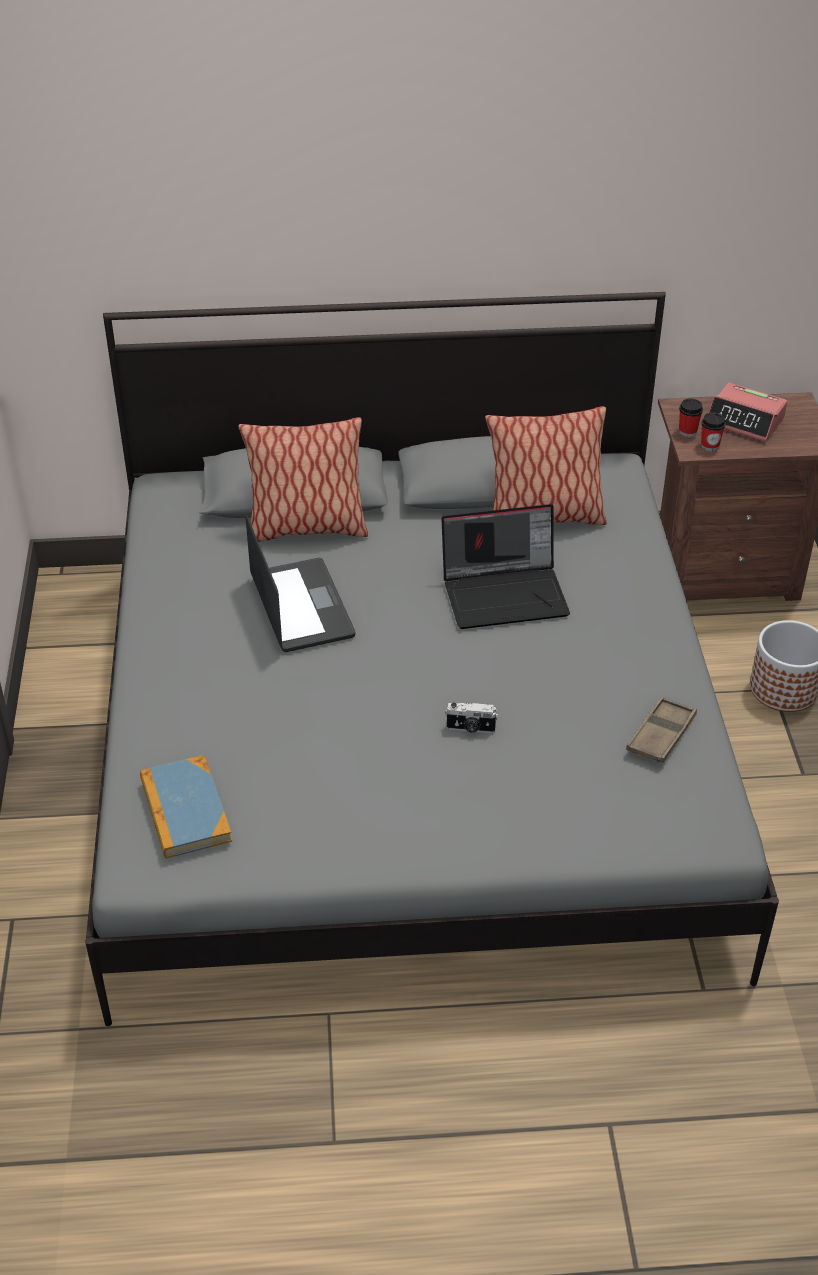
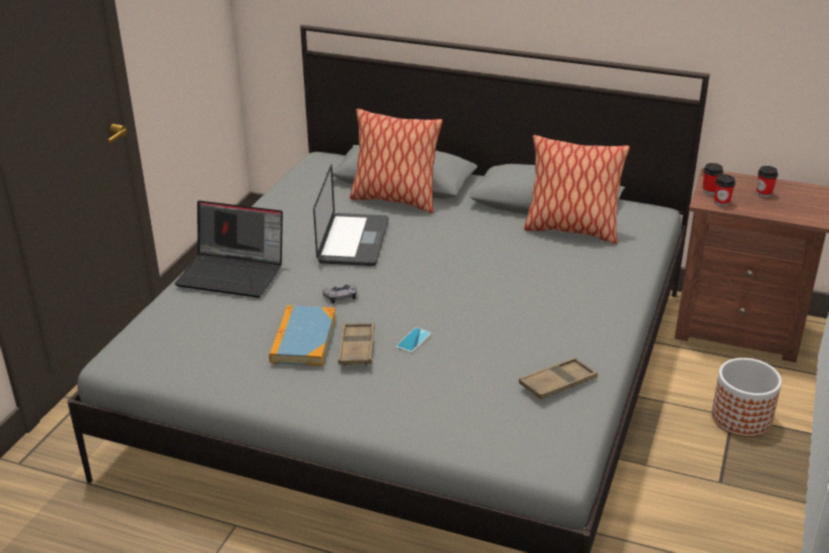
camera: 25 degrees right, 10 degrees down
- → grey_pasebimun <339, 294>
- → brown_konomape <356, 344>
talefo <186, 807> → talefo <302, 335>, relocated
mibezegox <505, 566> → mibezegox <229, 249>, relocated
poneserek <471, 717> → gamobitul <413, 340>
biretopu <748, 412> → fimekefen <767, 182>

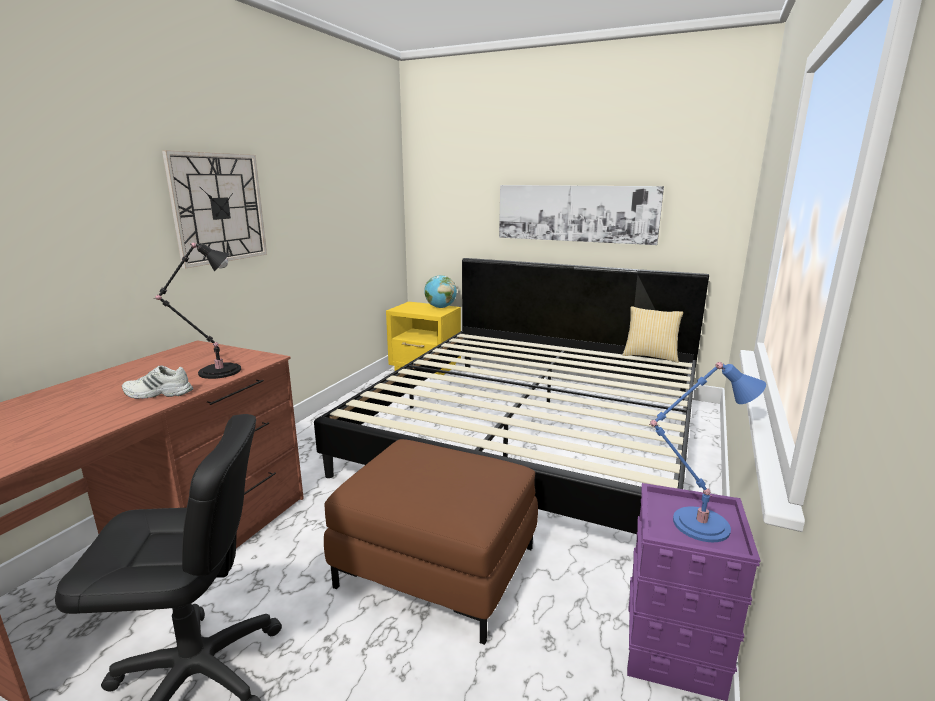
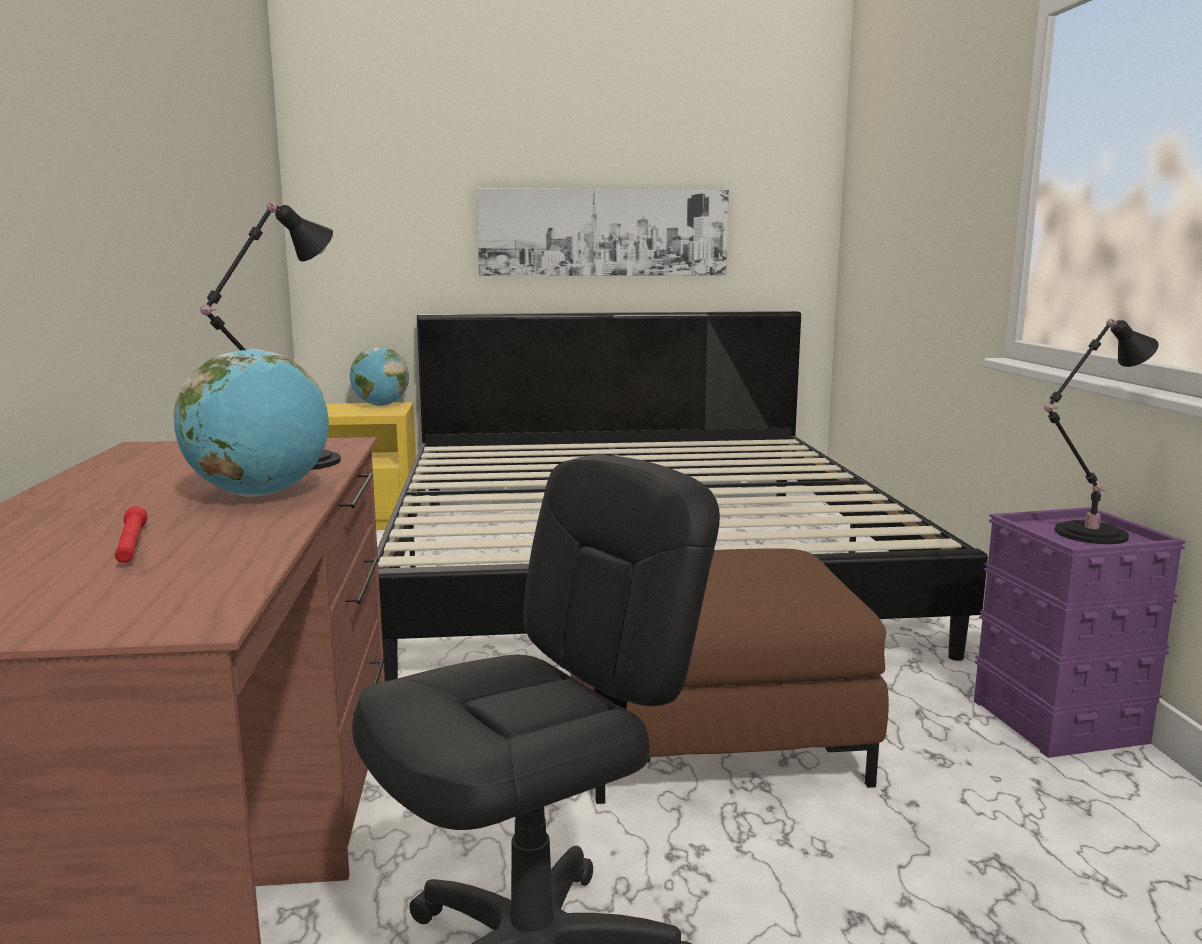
camera: 30 degrees left, 5 degrees down
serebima <214, 209> → -
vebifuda <653, 334> → -
- → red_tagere <131, 534>
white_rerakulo <157, 382> → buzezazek <251, 423>
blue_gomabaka <707, 452> → black_gomabaka <1101, 431>

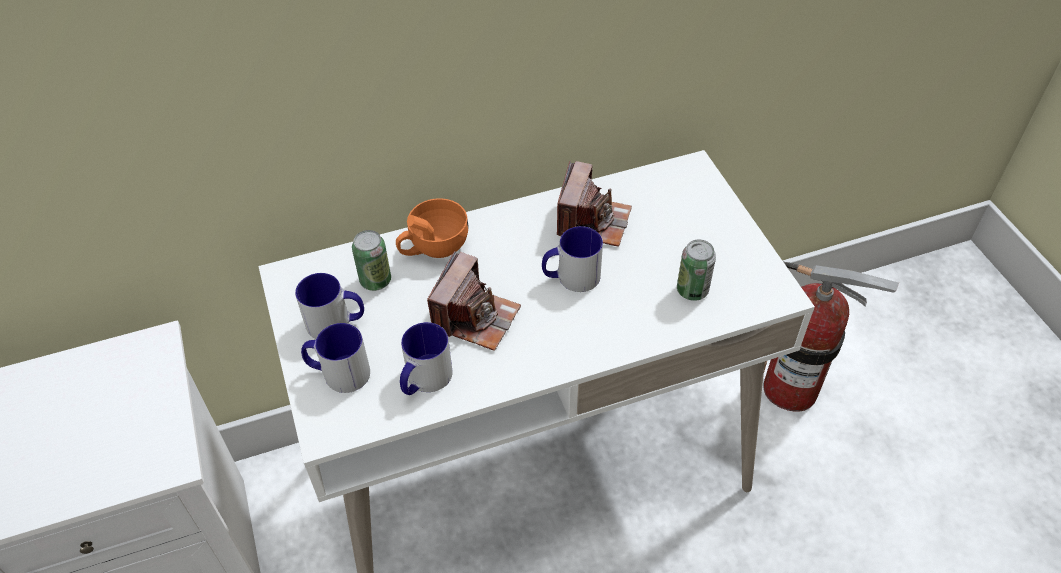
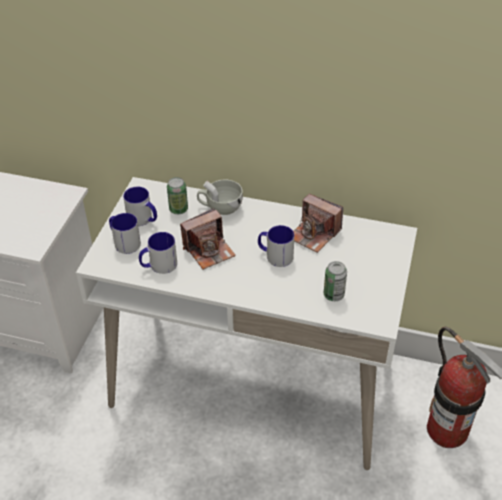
camera: 35 degrees right, 5 degrees down
orange_fimekefen <432, 228> → white_fimekefen <220, 197>
poneserek <594, 204> → poneserek <318, 223>, 75 degrees clockwise

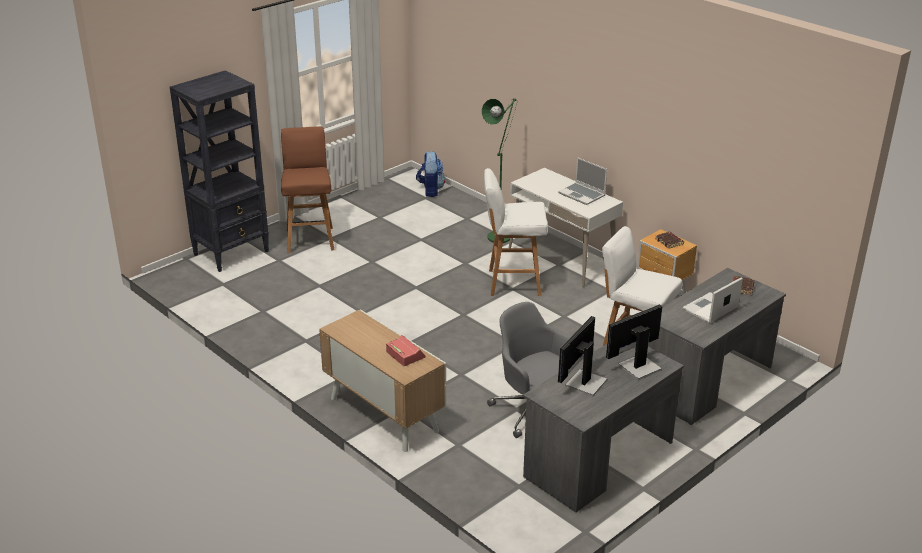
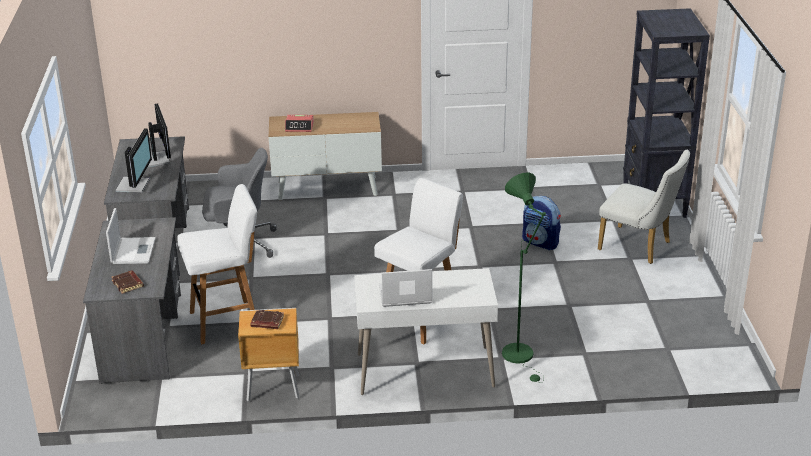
camera: 130 degrees right, 0 degrees up
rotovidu <430, 174> → rotovidu <541, 223>, relocated
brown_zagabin <307, 190> → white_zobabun <644, 207>

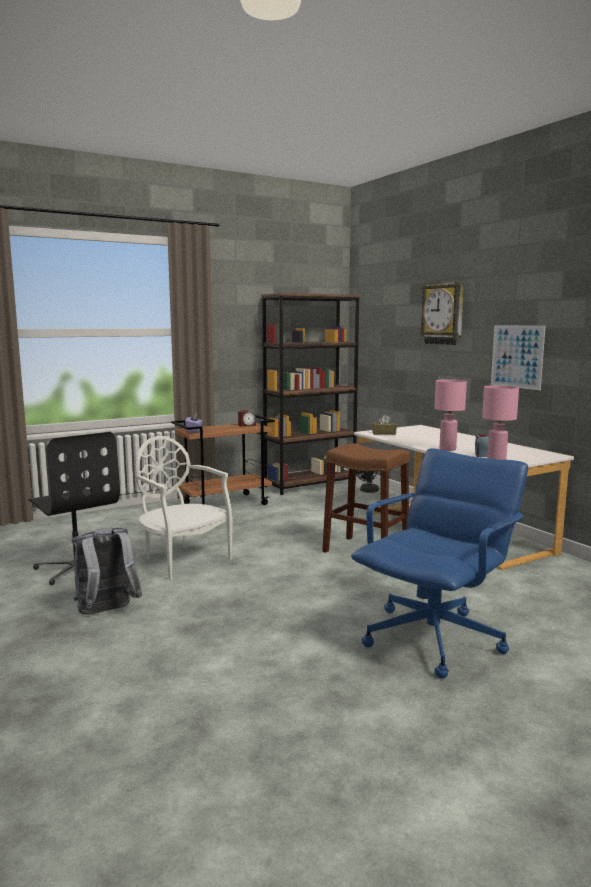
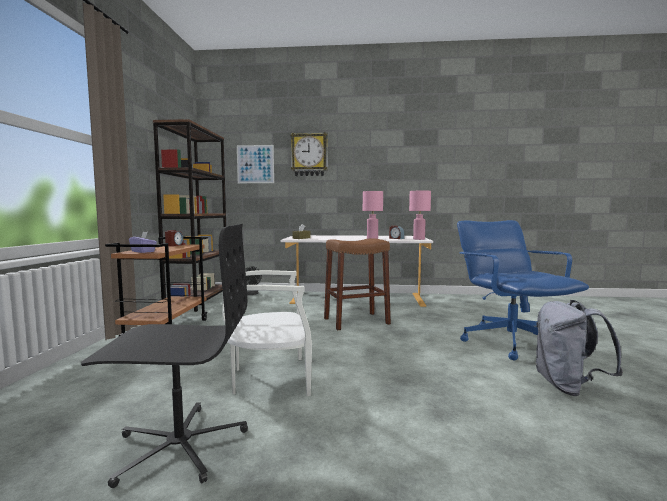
camera: 55 degrees left, 5 degrees down
grey_rotovidu <107, 571> → grey_rotovidu <579, 348>, relocated
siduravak <518, 357> → siduravak <255, 164>, relocated

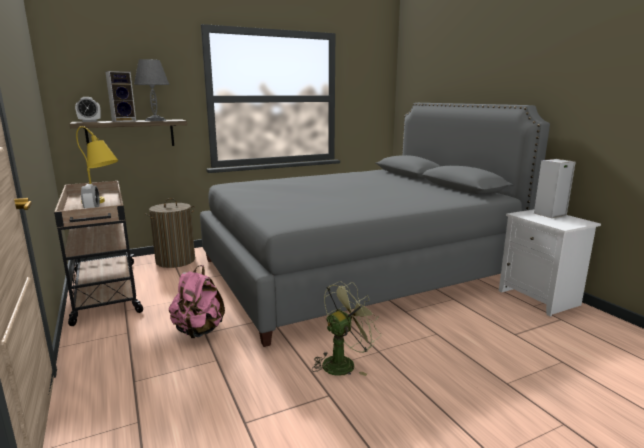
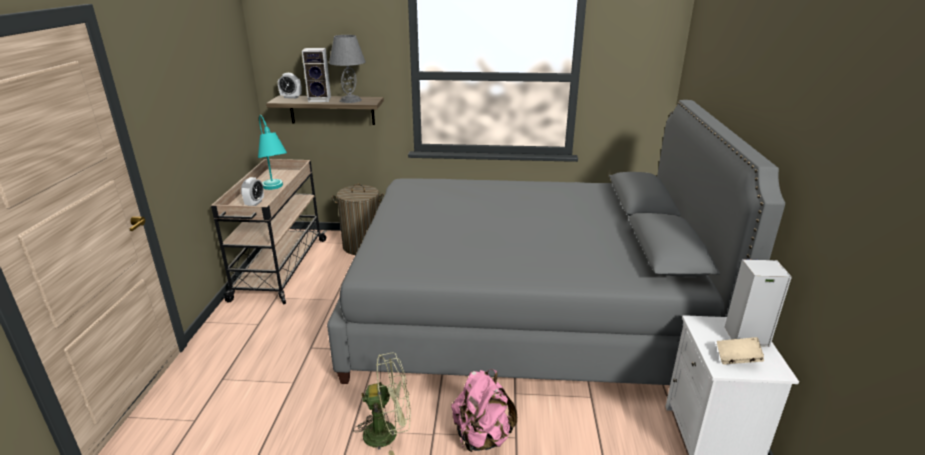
camera: 30 degrees right, 10 degrees up
- → beige_talefo <740, 351>
pink_rotovidu <197, 301> → pink_rotovidu <484, 410>, relocated
yellow_gomabaka <97, 164> → turquoise_gomabaka <272, 152>

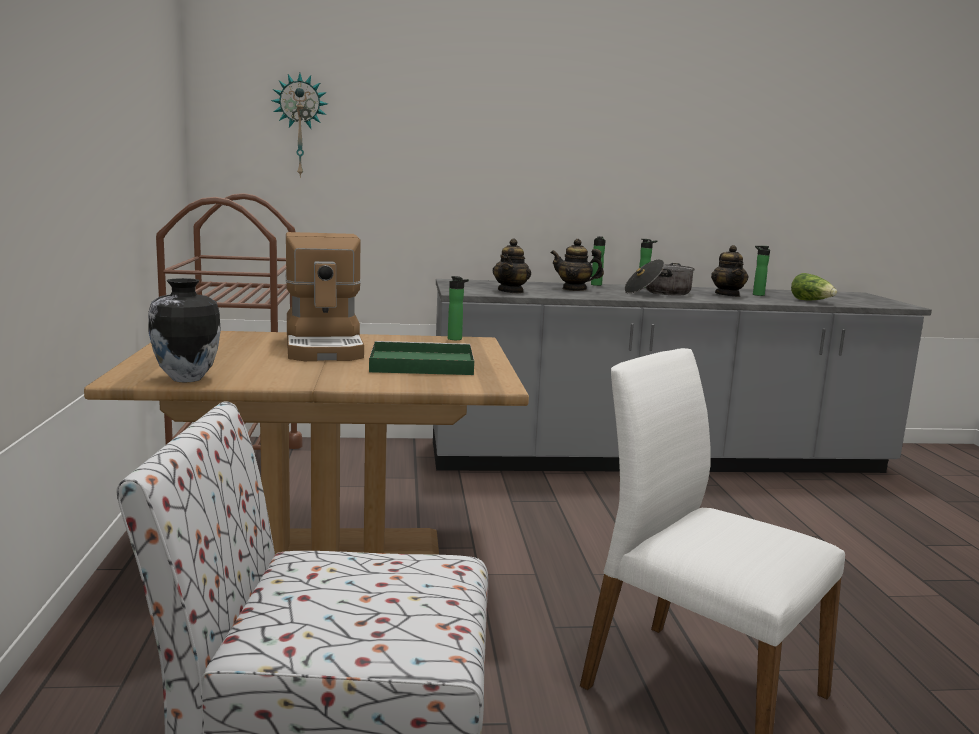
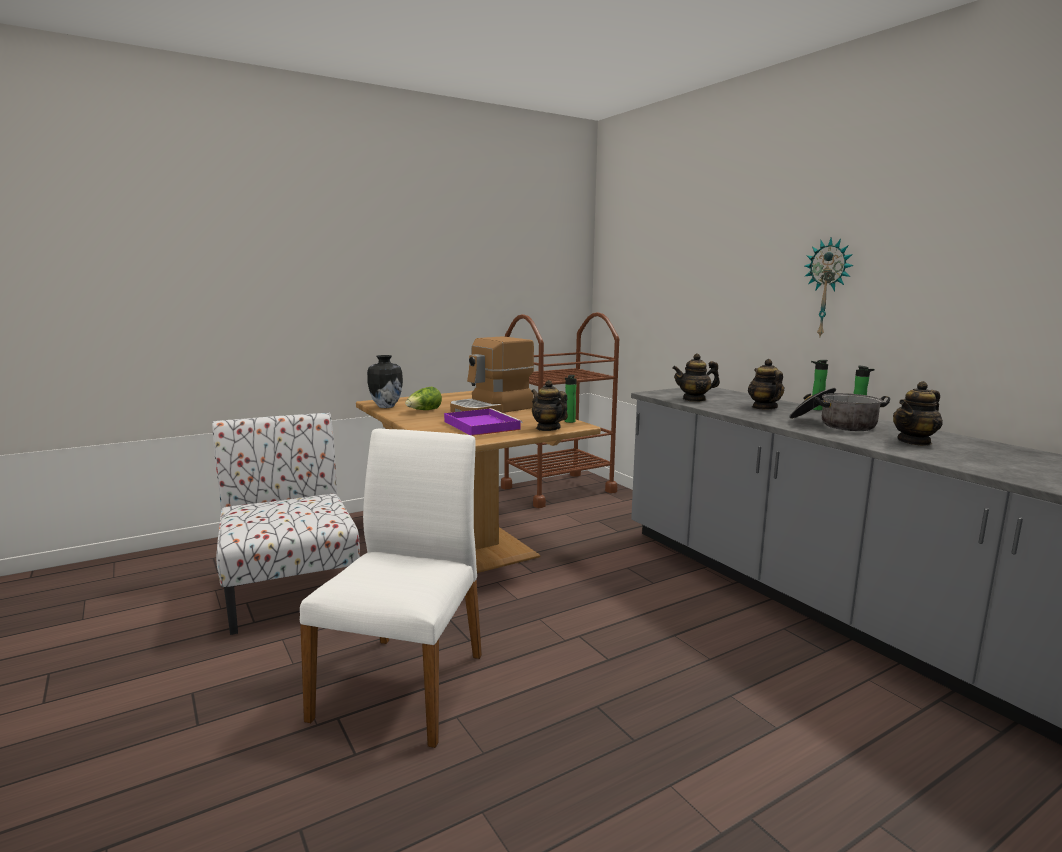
camera: 65 degrees right, 0 degrees up
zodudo <761, 271> → -
- → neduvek <549, 405>
serebima <299, 125> → serebima <829, 286>, relocated
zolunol <814, 287> → zolunol <423, 398>, relocated
green_konomape <421, 358> → purple_konomape <483, 422>

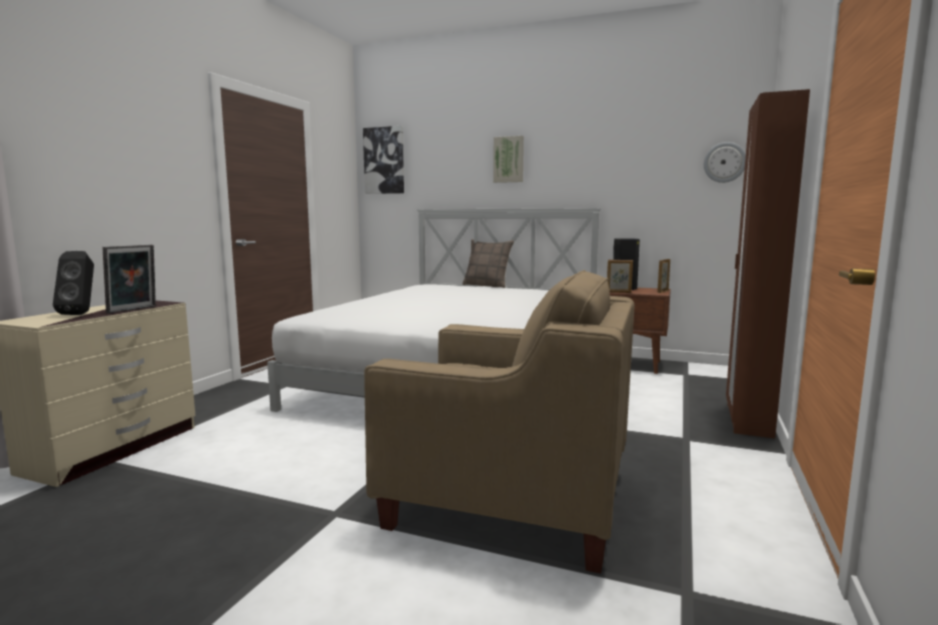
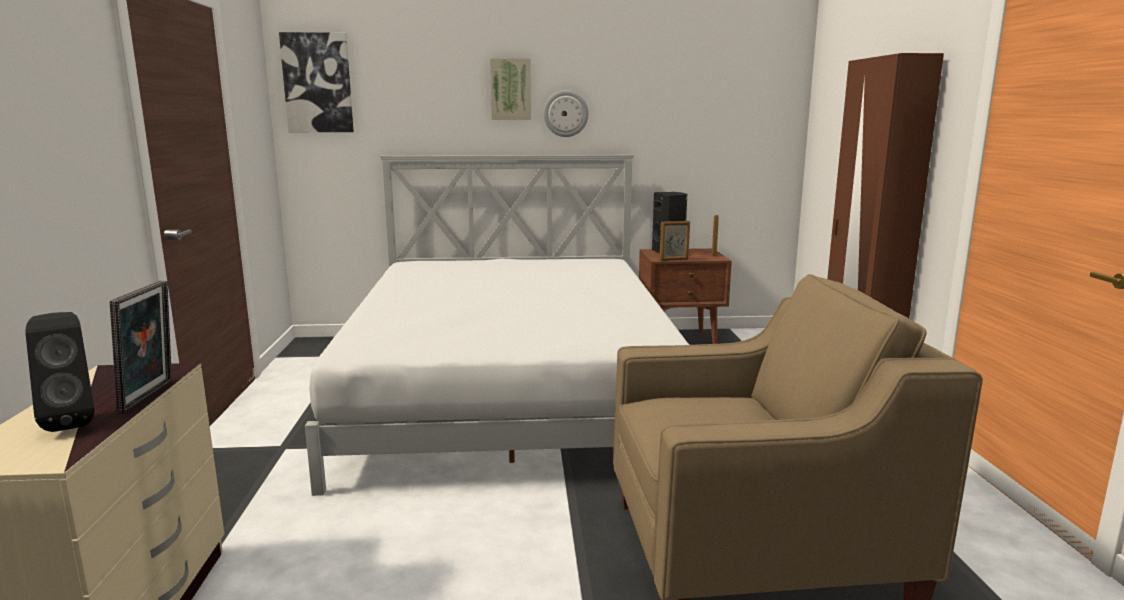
camera: 25 degrees left, 5 degrees up
vebifuda <488, 263> → -
serebima <725, 162> → serebima <566, 113>, relocated

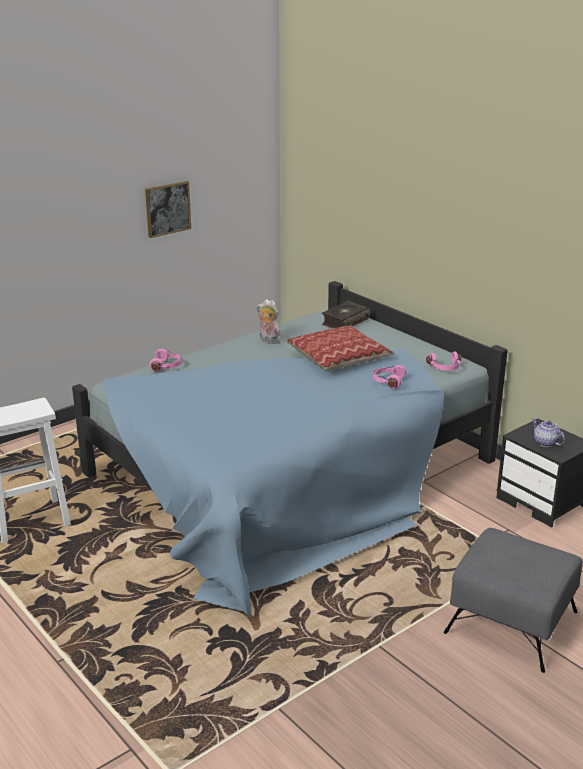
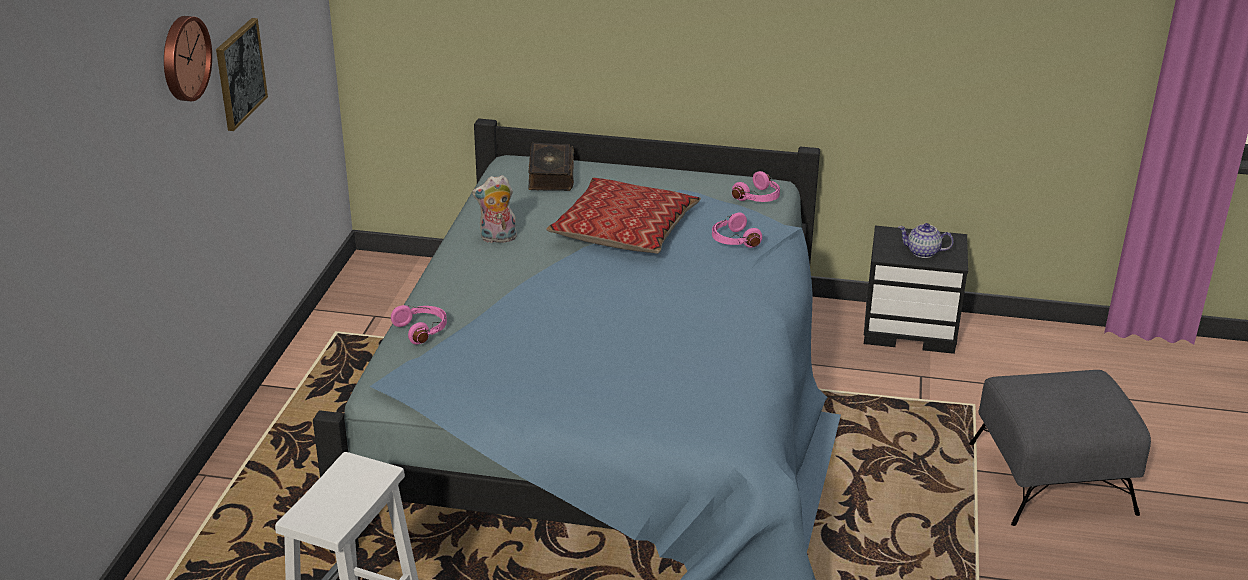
camera: 40 degrees left, 5 degrees up
- → serebima <188, 58>

